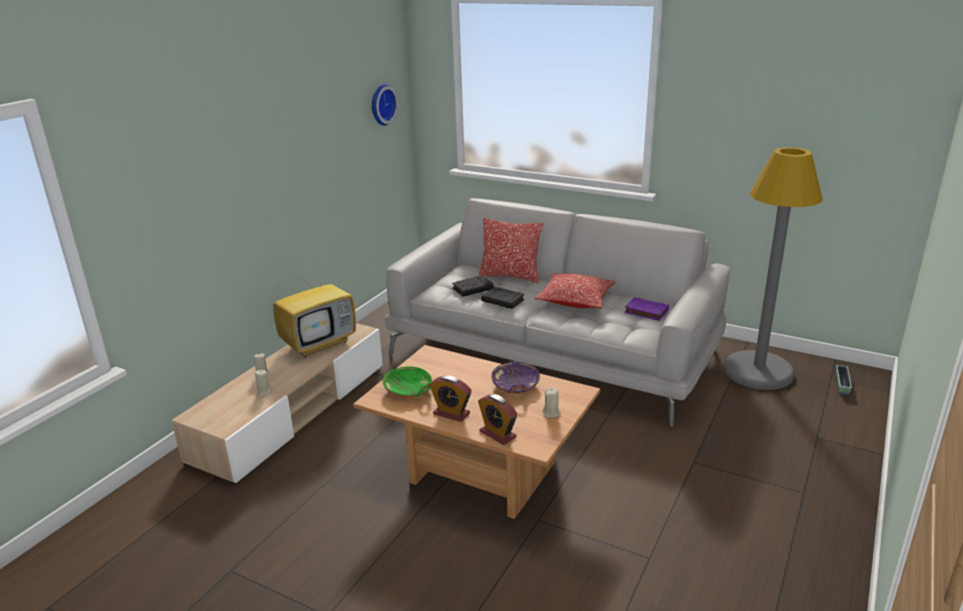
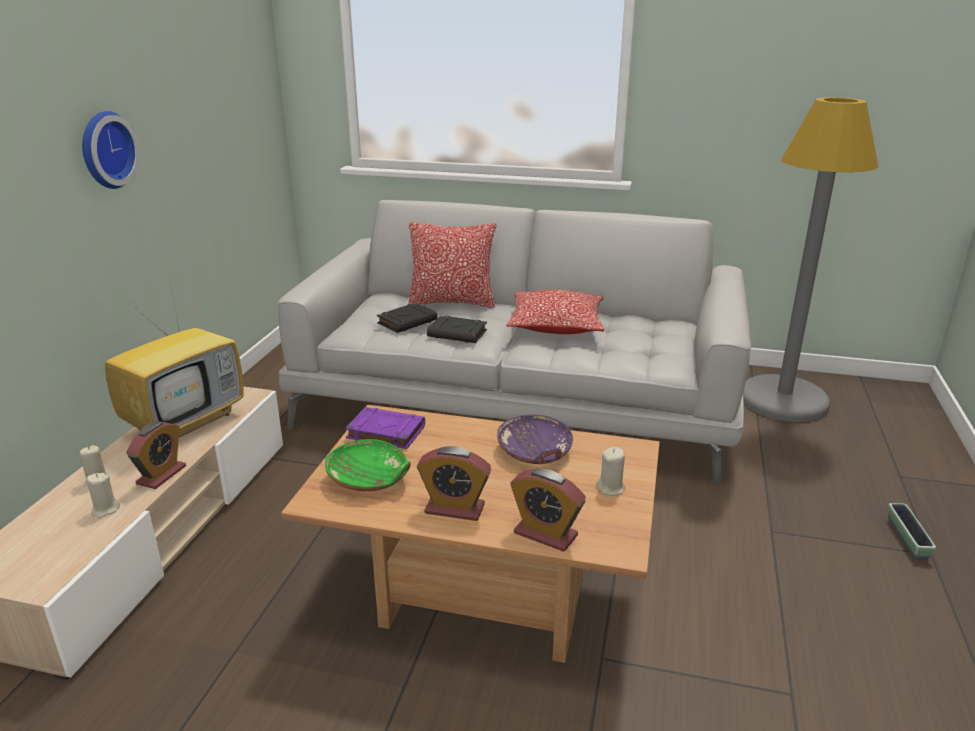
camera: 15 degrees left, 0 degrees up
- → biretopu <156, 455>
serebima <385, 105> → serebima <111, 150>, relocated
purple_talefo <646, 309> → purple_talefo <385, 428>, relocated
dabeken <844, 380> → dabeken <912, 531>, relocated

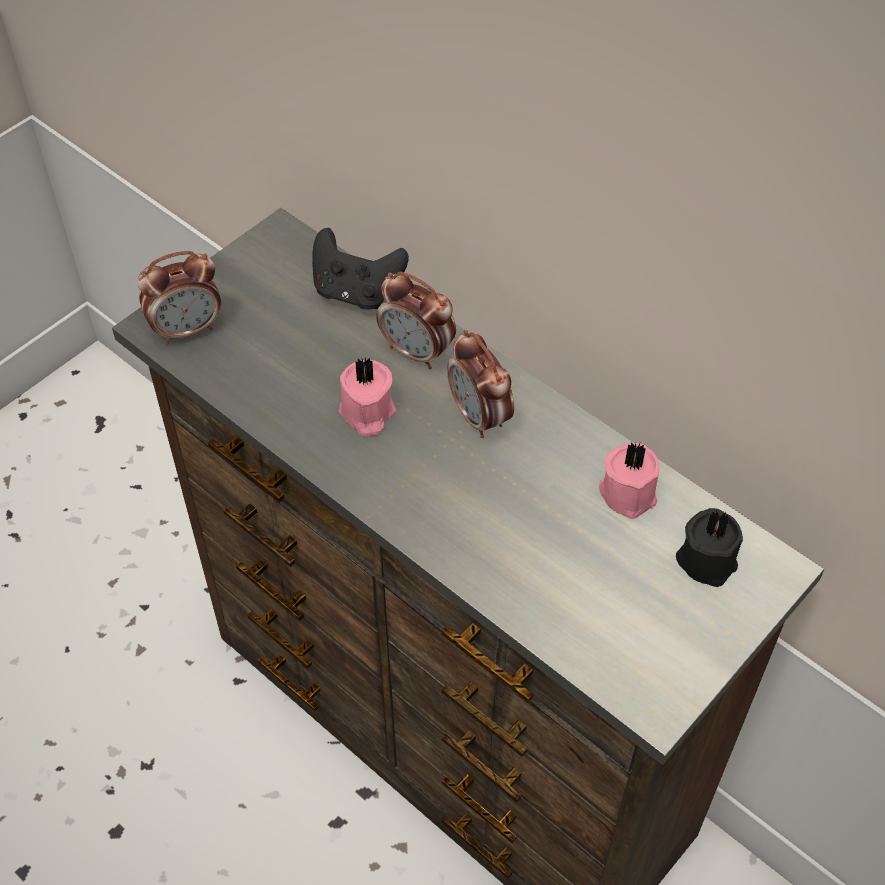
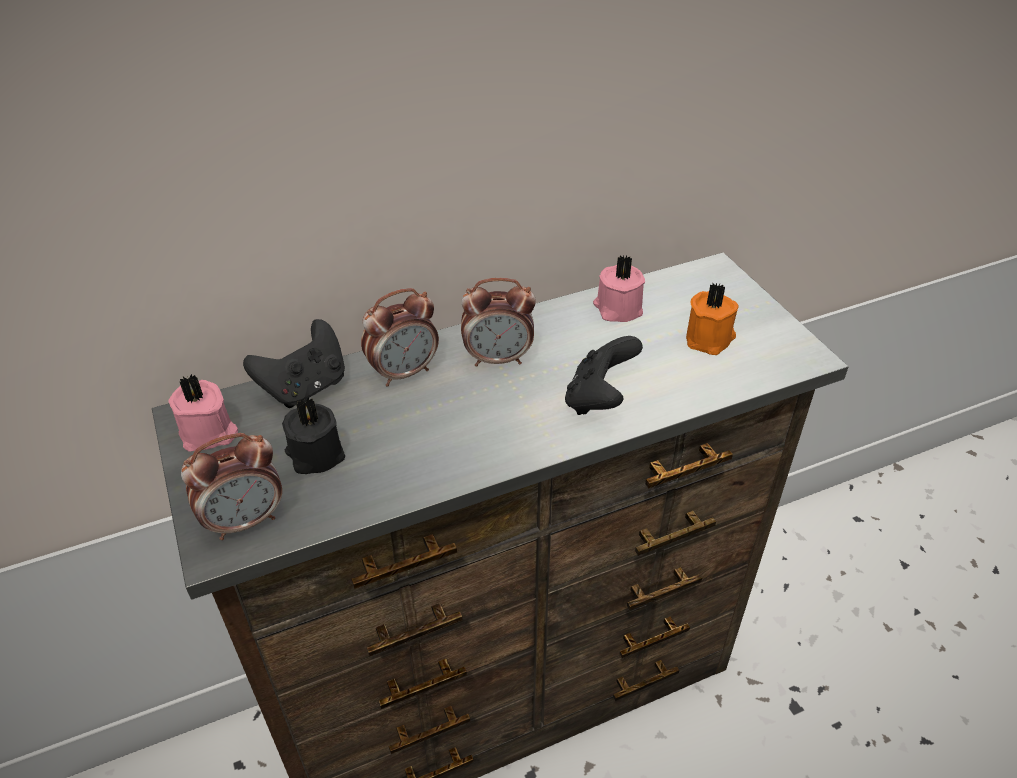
camera: 65 degrees left, 10 degrees down
- → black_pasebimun <604, 375>
- → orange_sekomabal <712, 319>
pink_sekomabal <367, 396> → pink_sekomabal <203, 413>, relocated
black_sekomabal <709, 547> → black_sekomabal <313, 435>, relocated
biretopu <179, 297> → biretopu <231, 486>, 60 degrees clockwise

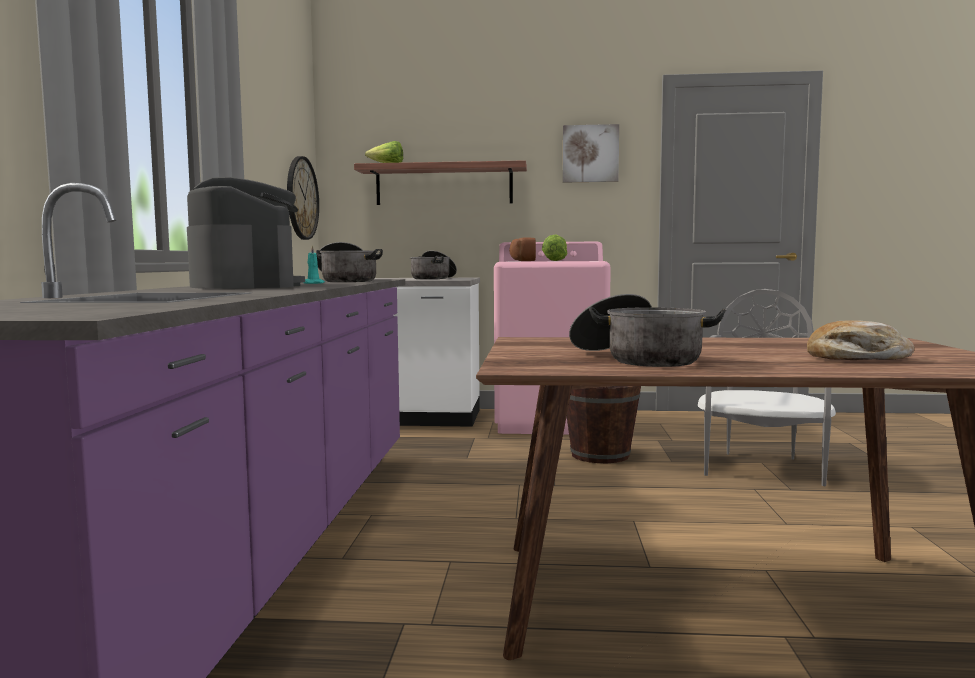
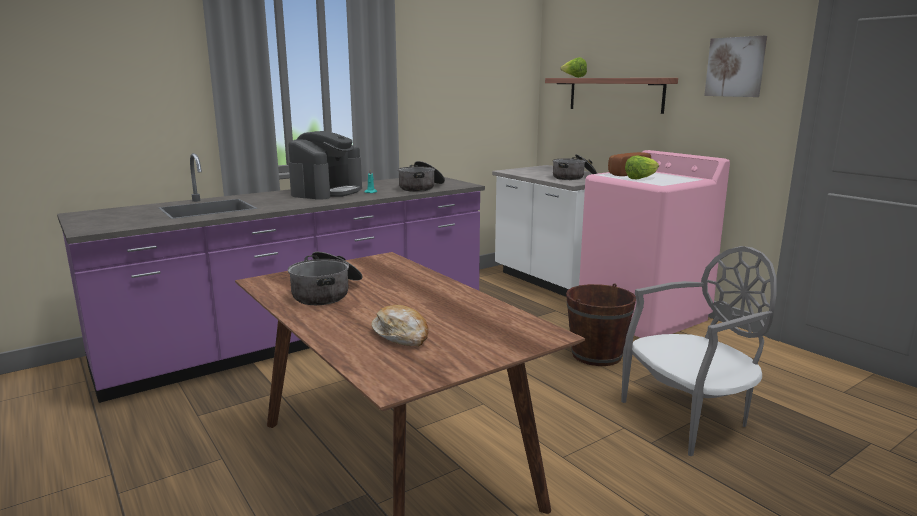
camera: 50 degrees right, 10 degrees up
serebima <303, 198> → -

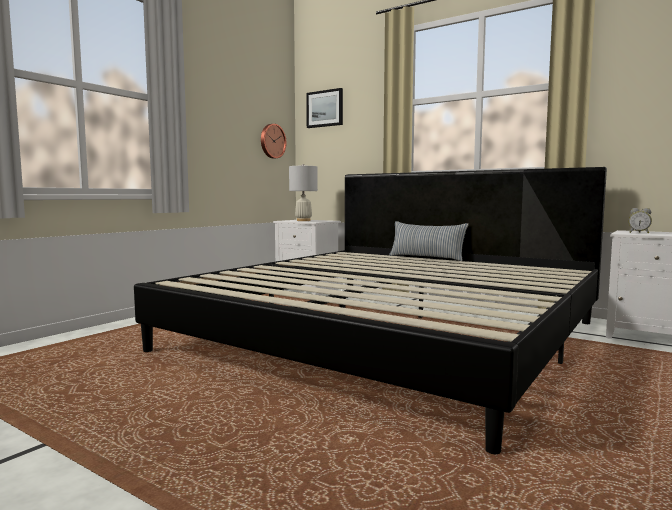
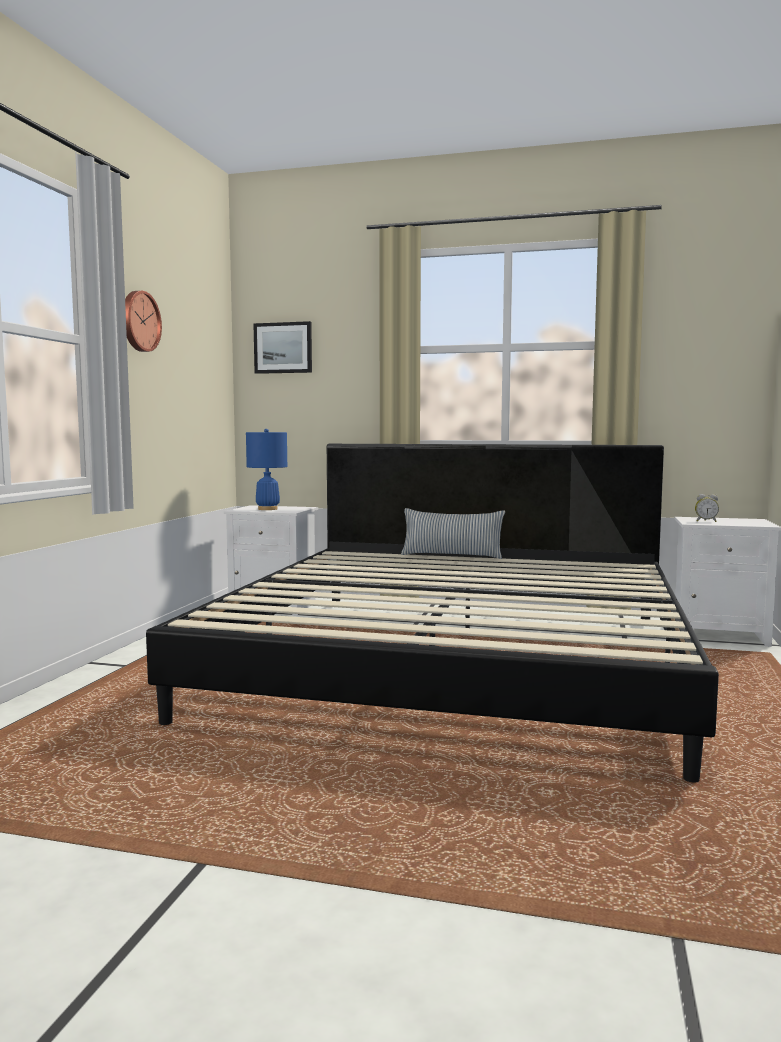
camera: 20 degrees left, 0 degrees up
serebima <273, 141> → serebima <143, 321>, relocated
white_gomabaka <303, 192> → blue_gomabaka <266, 469>

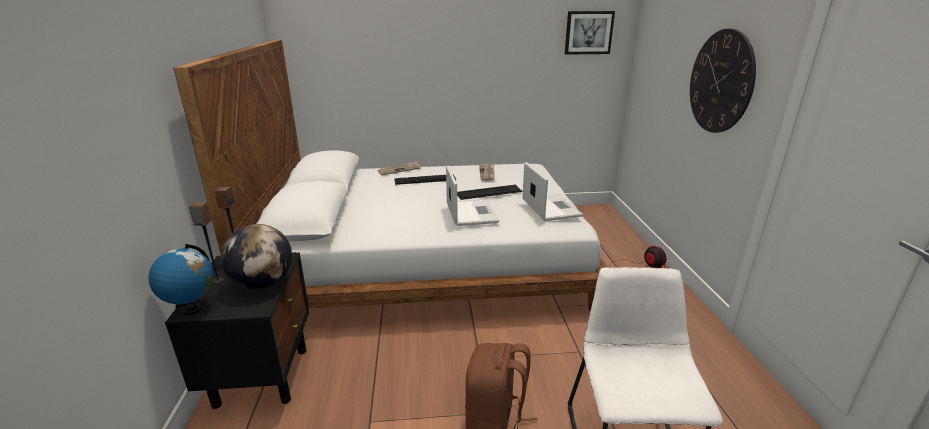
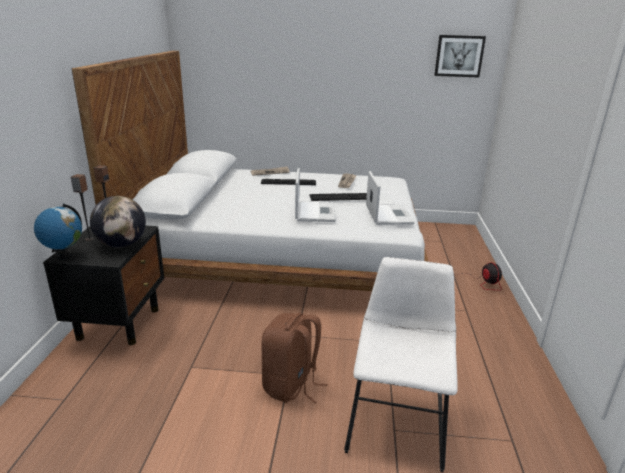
camera: 10 degrees right, 0 degrees up
serebima <723, 81> → -

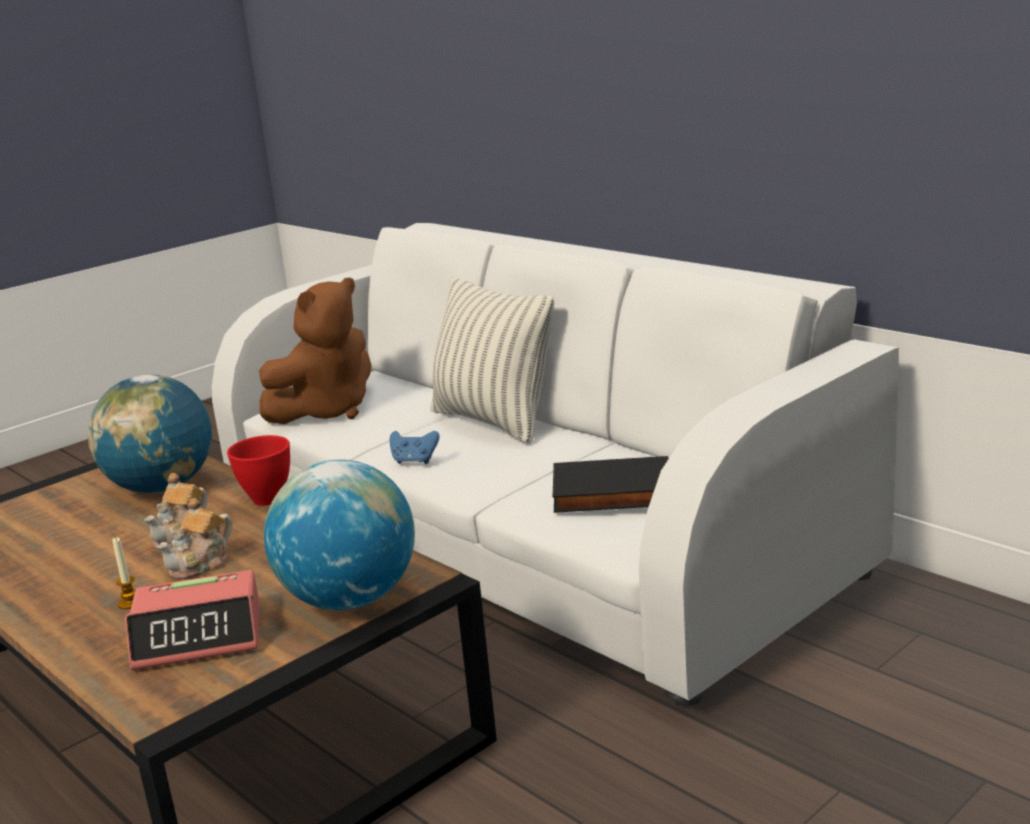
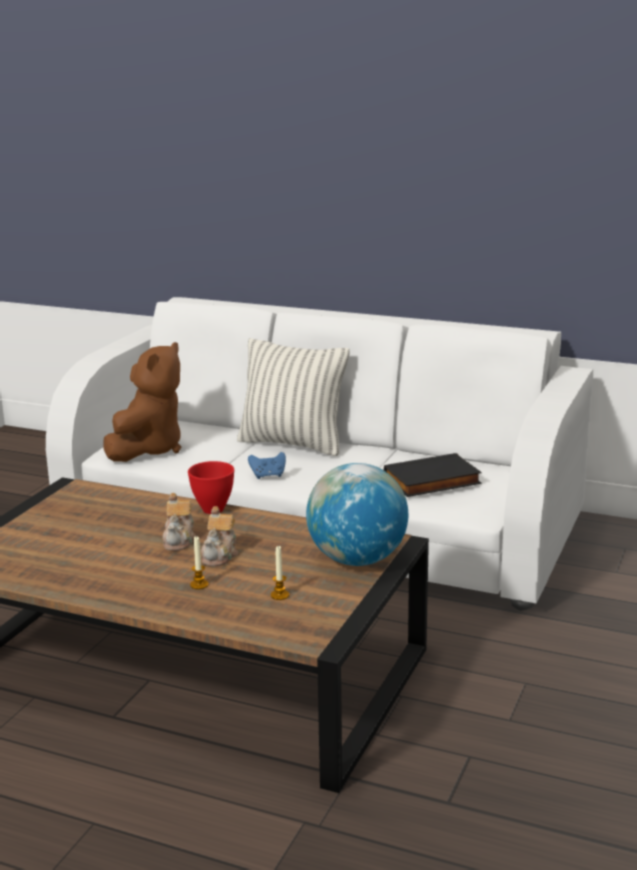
camera: 25 degrees left, 0 degrees up
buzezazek <150, 433> → -
biretopu <192, 620> → sekomabal <280, 573>

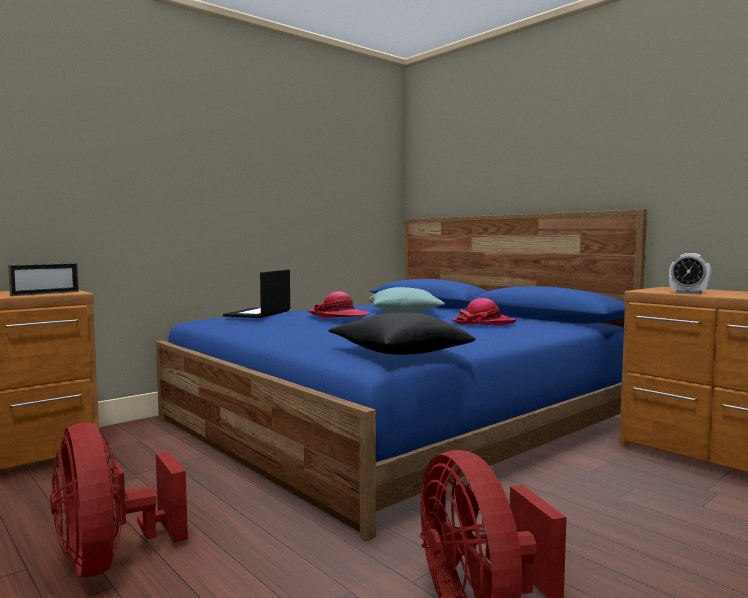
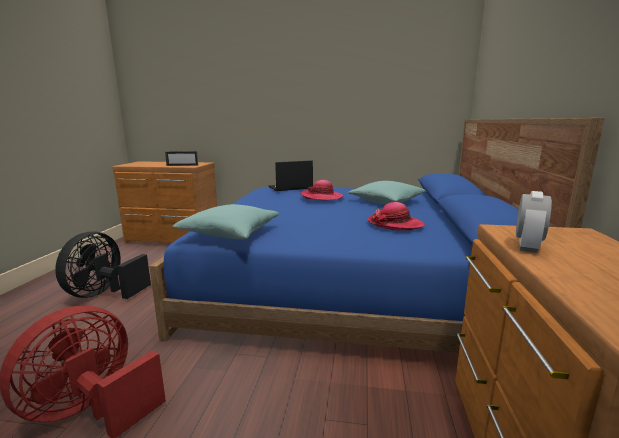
camera: 50 degrees right, 10 degrees up
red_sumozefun <119, 500> → black_sumozefun <103, 265>
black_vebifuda <402, 334> → turquoise_vebifuda <225, 221>
biretopu <690, 273> → biretopu <534, 222>, 150 degrees counterclockwise

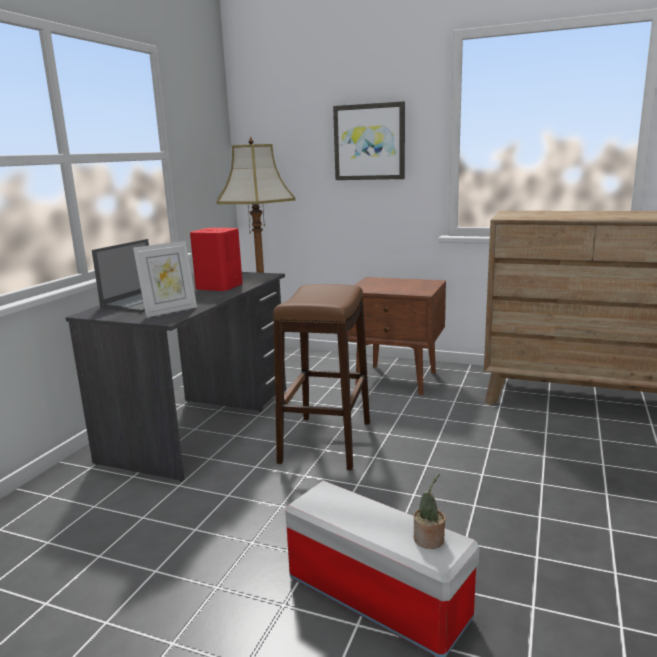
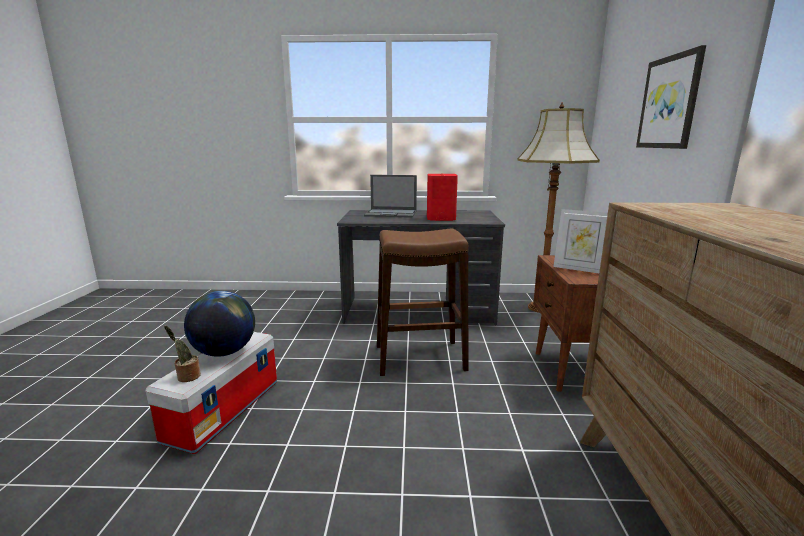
camera: 70 degrees right, 0 degrees up
- → buzezazek <219, 324>
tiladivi <165, 279> → tiladivi <580, 241>, relocated

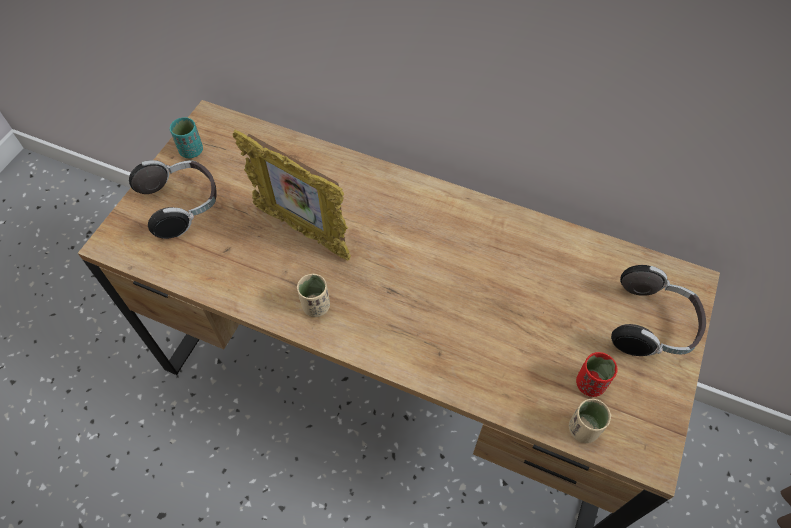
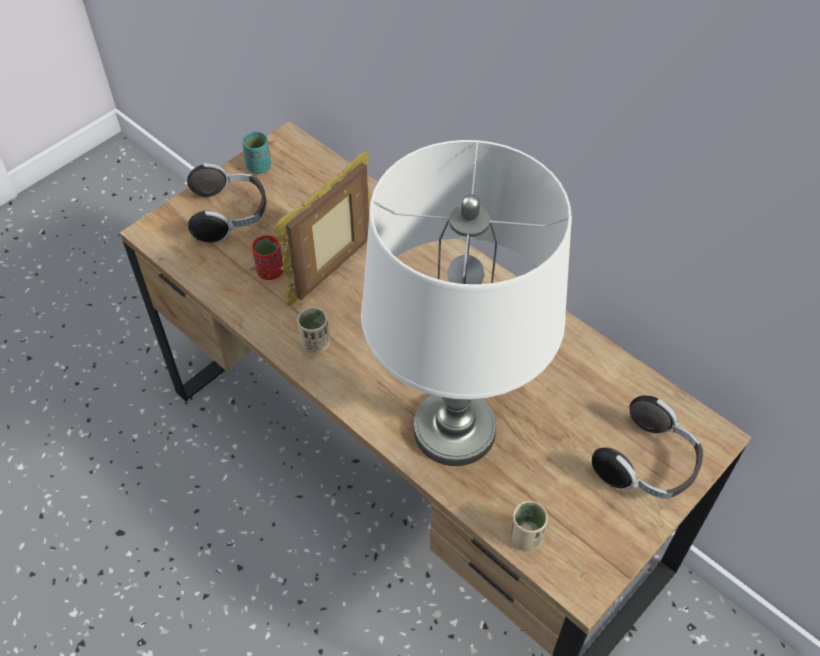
camera: 20 degrees right, 5 degrees down
- → white_gomabaka <466, 303>
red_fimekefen <596, 374> → red_fimekefen <267, 257>, relocated
tiladivi <292, 195> → tiladivi <322, 229>, 75 degrees clockwise

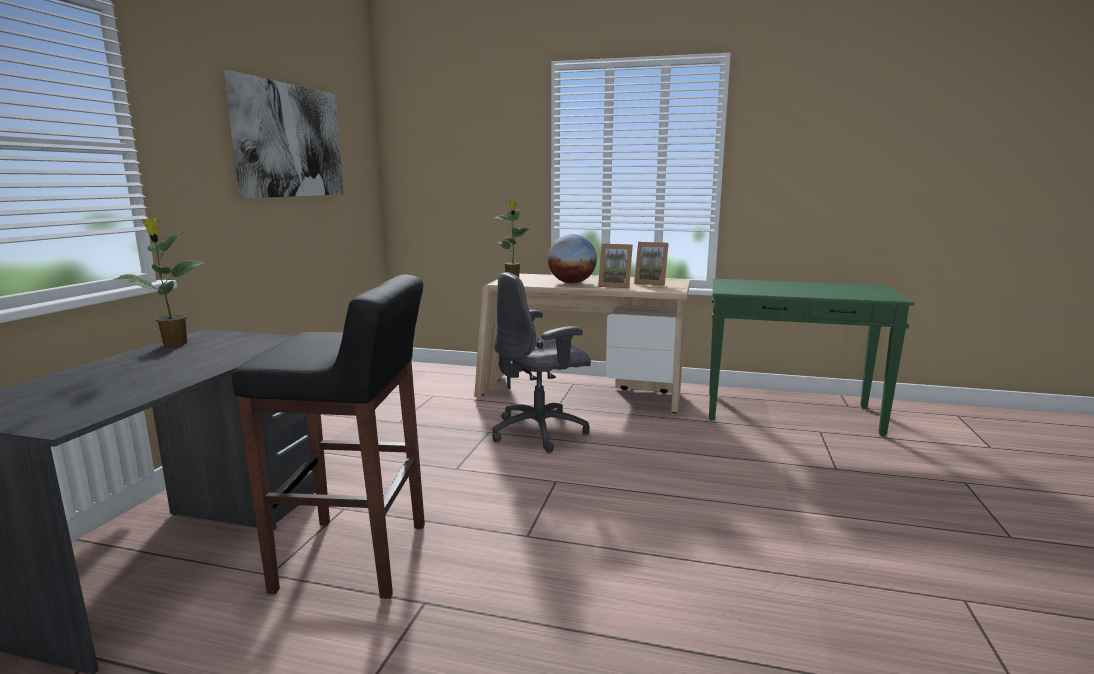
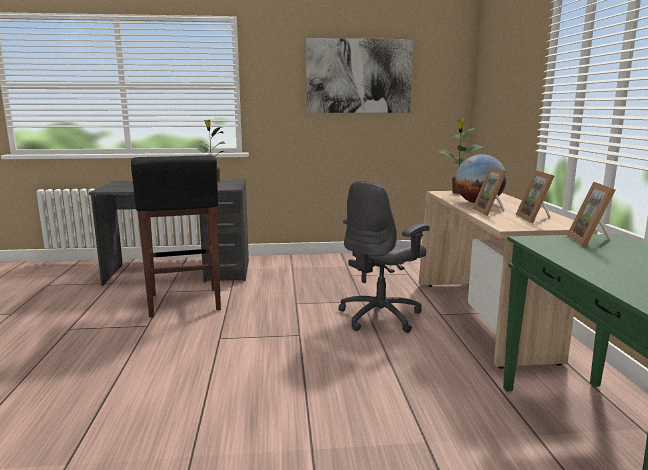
camera: 70 degrees right, 0 degrees up
- → tiladivi <591, 214>
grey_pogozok <541, 362> → grey_pogozok <383, 257>, 90 degrees counterclockwise

